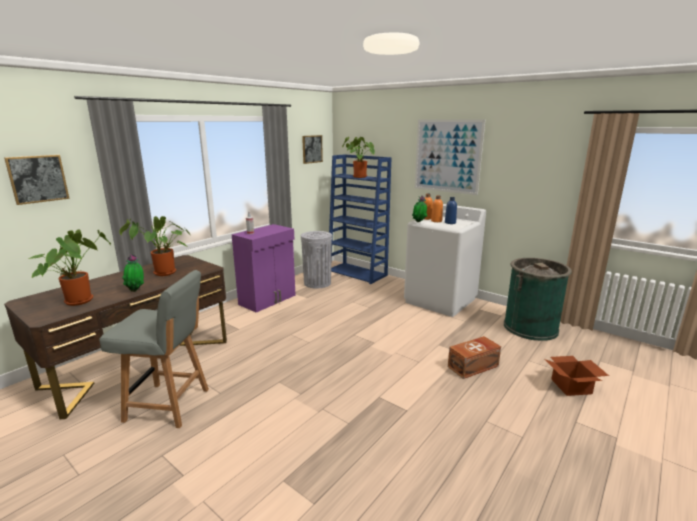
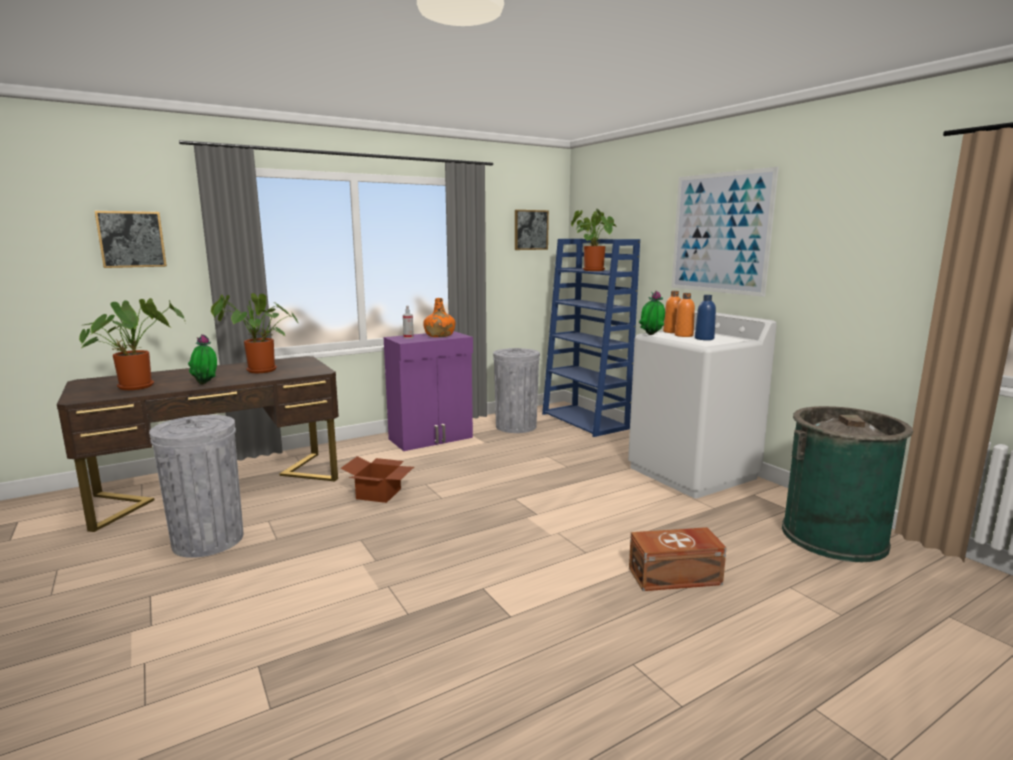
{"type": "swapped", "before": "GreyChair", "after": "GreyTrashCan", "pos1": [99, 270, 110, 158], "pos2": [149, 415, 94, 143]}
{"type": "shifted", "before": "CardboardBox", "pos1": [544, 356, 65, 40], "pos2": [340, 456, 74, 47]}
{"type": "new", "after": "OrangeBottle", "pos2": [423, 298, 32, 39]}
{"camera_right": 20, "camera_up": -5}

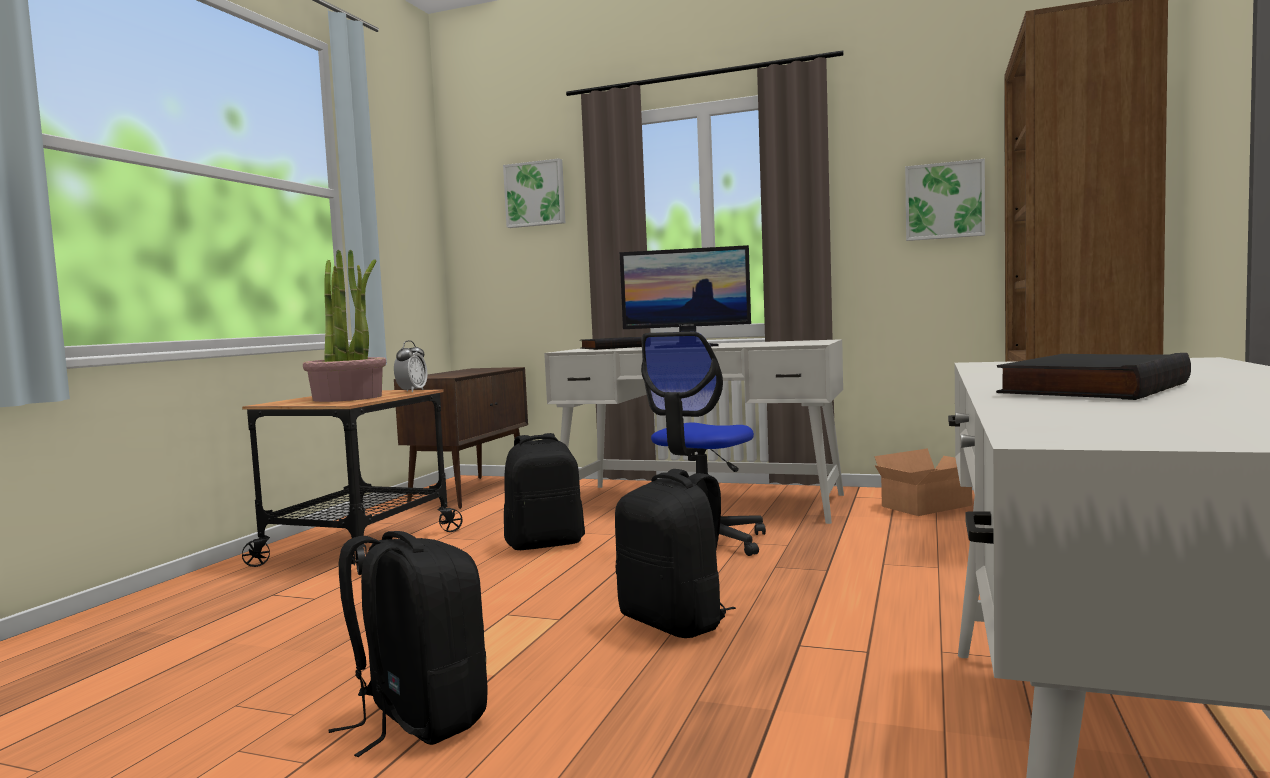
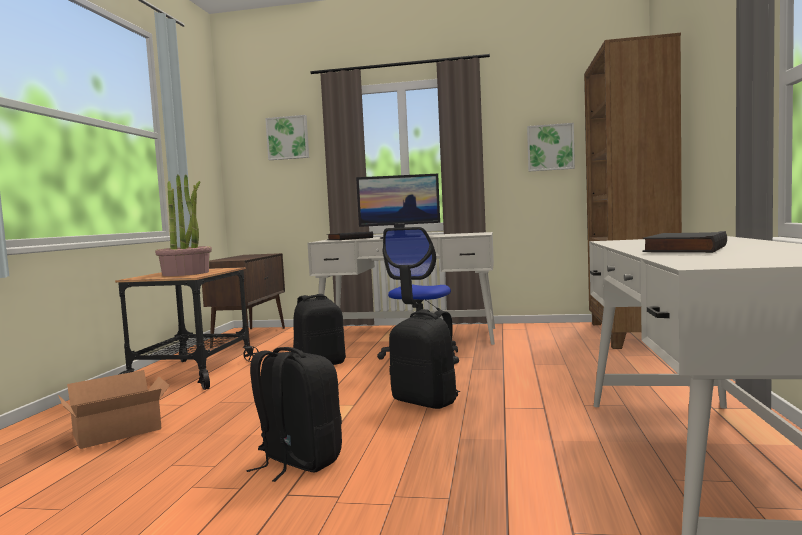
{"type": "gone", "before": "AlarmClock", "pos1": [394, 340, 34, 52]}
{"type": "shifted", "before": "CardboardBox", "pos1": [874, 448, 98, 68], "pos2": [58, 370, 112, 79]}
{"camera_right": -10, "camera_up": 0}

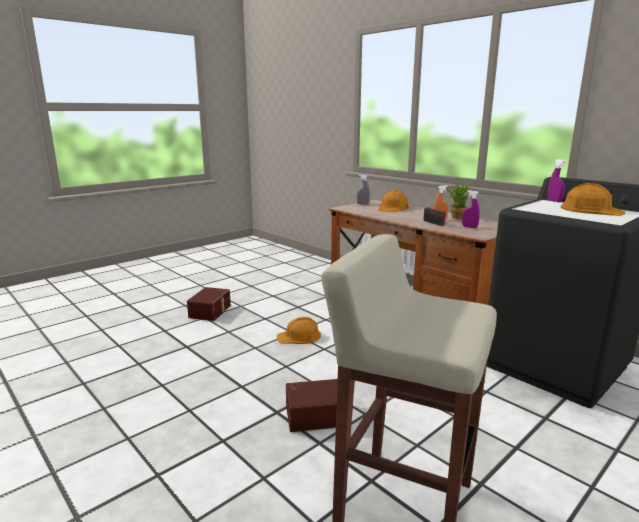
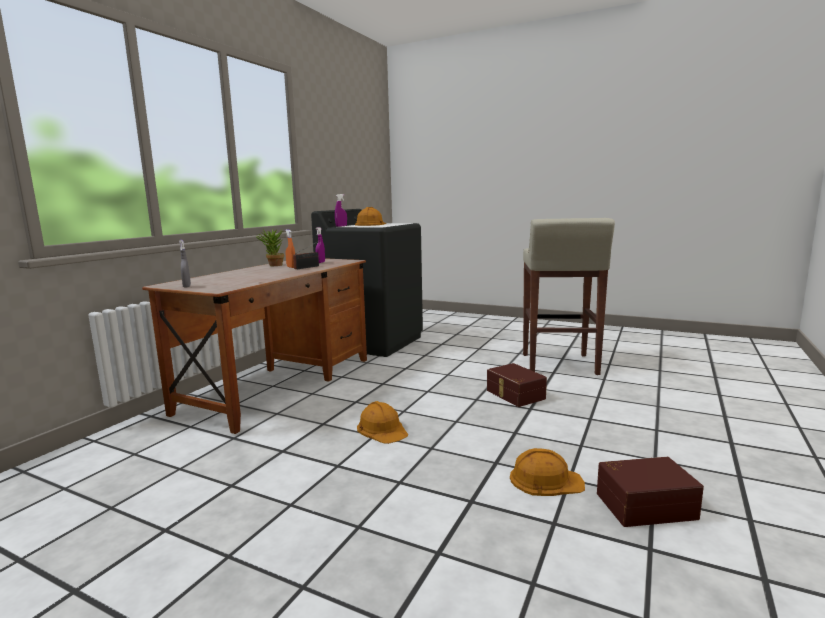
{"type": "shifted", "before": "OrangeHardHat", "pos1": [378, 190, 31, 22], "pos2": [510, 448, 75, 48]}
{"type": "shifted", "before": "BrownStorageBox", "pos1": [187, 287, 44, 34], "pos2": [597, 457, 107, 70]}
{"camera_right": -110, "camera_up": -5}

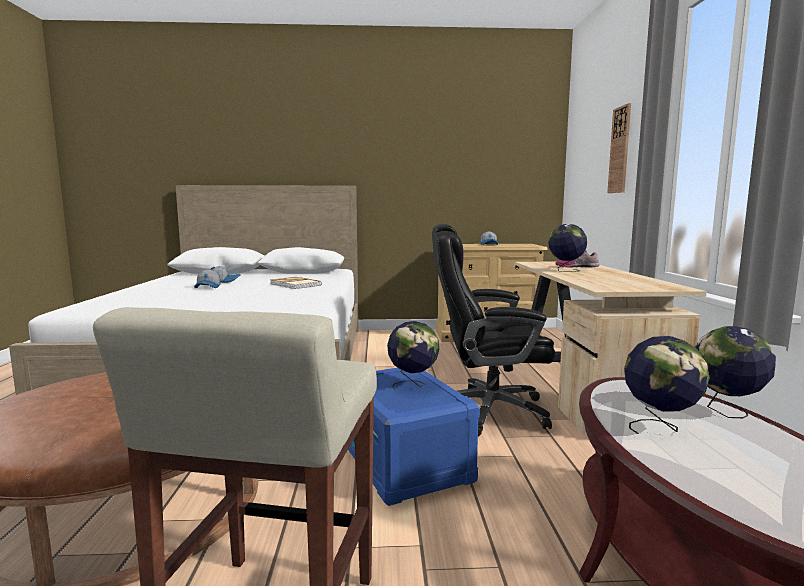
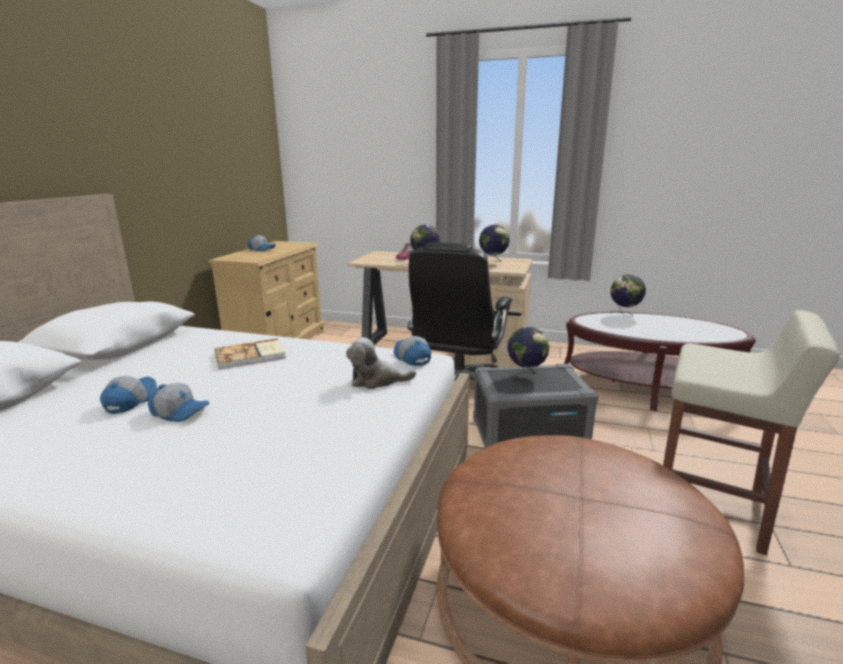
{"type": "gone", "before": "WallClock", "pos1": [607, 103, 24, 90]}
{"type": "shifted", "before": "Globe", "pos1": [624, 336, 86, 98], "pos2": [479, 225, 31, 41]}
{"type": "repainted", "before": "BlueStorageBox", "after": "GreyStorageBox", "pos1": [348, 368, 132, 138], "pos2": [473, 364, 125, 84]}
{"type": "new", "after": "Cap", "pos2": [394, 336, 37, 30]}
{"type": "new", "after": "PlushToy", "pos2": [346, 337, 70, 52]}
{"camera_right": -70, "camera_up": 10}

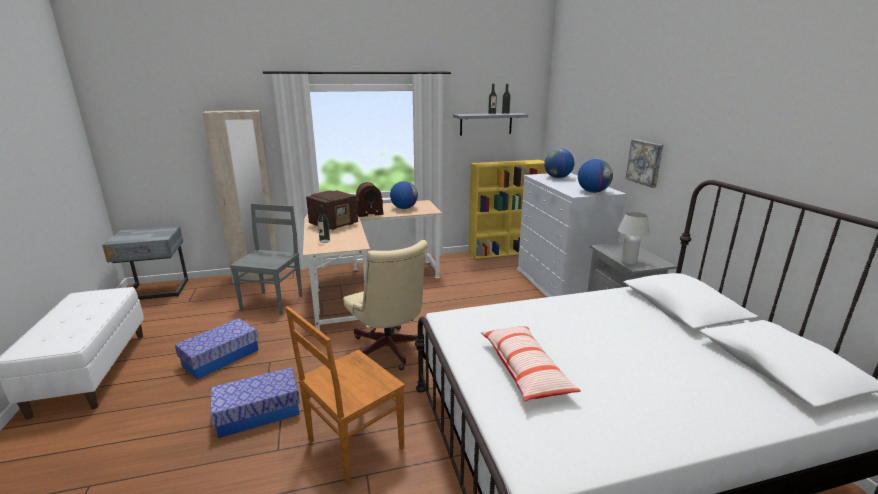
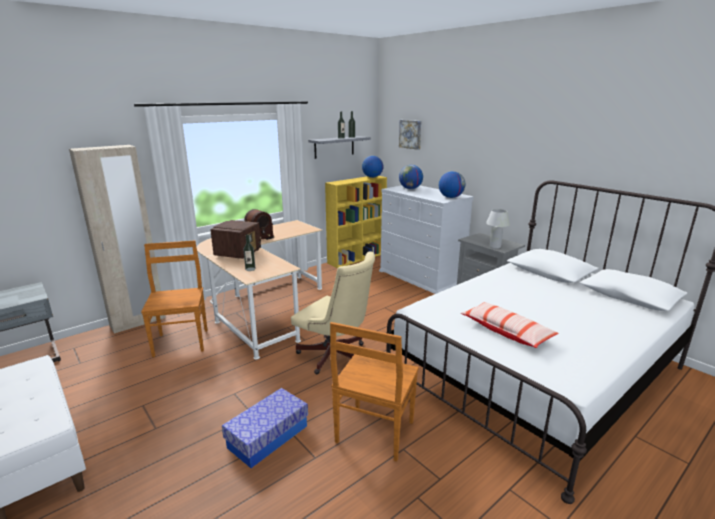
{"type": "shifted", "before": "Picture", "pos1": [626, 140, 37, 48], "pos2": [399, 120, 23, 30]}
{"type": "shifted", "before": "Globe", "pos1": [390, 181, 28, 28], "pos2": [362, 156, 22, 22]}
{"type": "repainted", "before": "GreyChair", "after": "BrownChair", "pos1": [230, 203, 72, 112], "pos2": [141, 240, 66, 117]}
{"type": "gone", "before": "StorageBox", "pos1": [175, 318, 84, 62]}
{"camera_right": -25, "camera_up": 0}

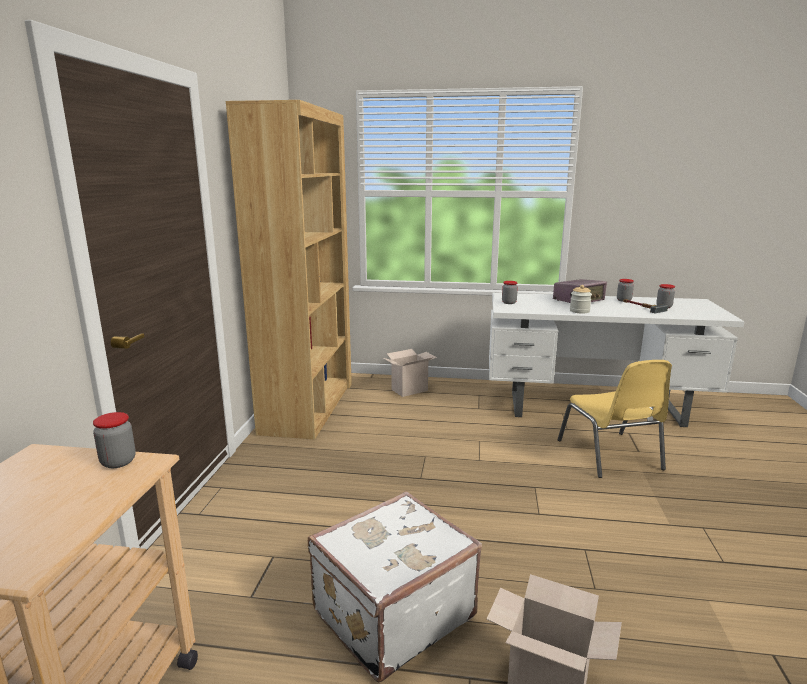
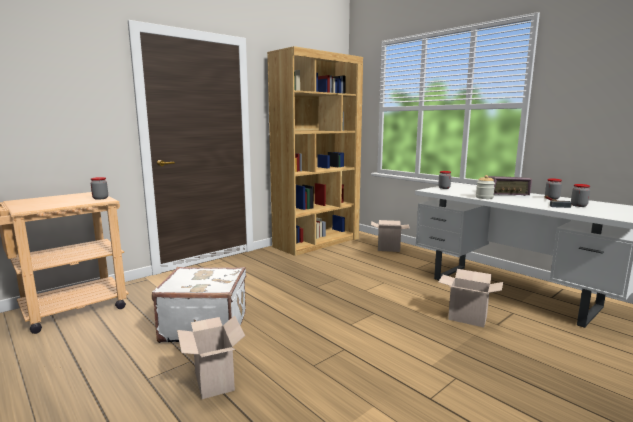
{"type": "swapped", "before": "YellowChair", "after": "CardboardBox", "pos1": [558, 360, 114, 118], "pos2": [439, 269, 64, 58]}
{"camera_right": 40, "camera_up": -5}

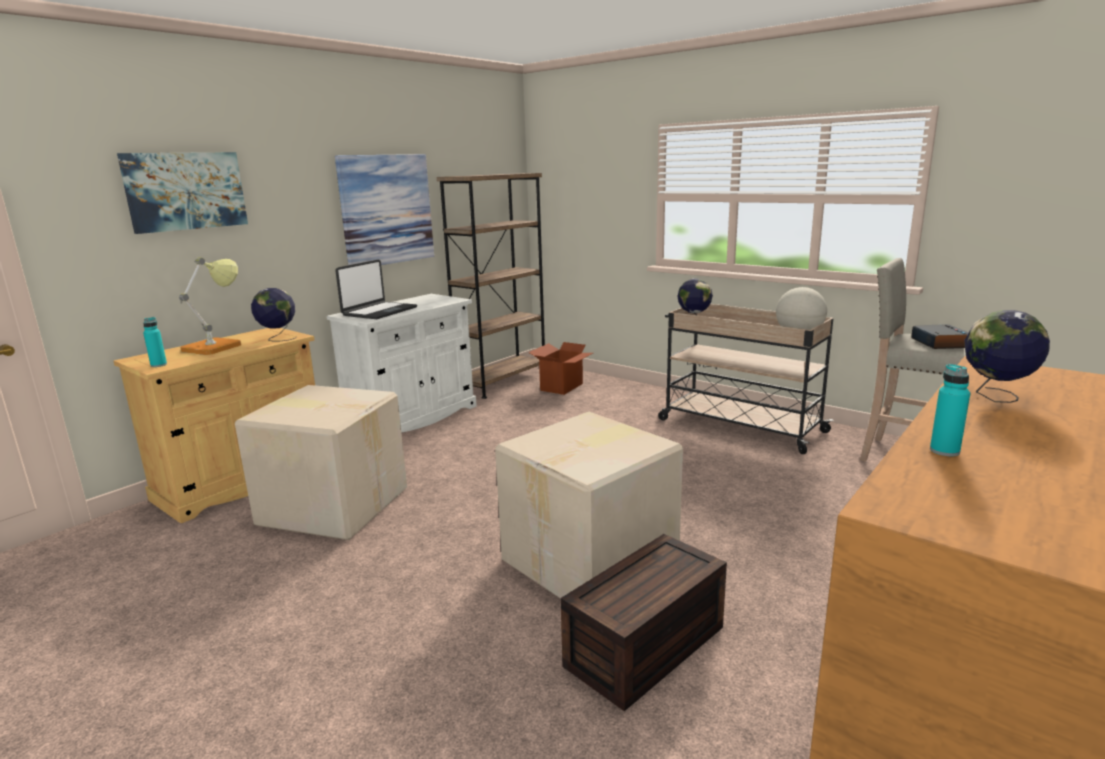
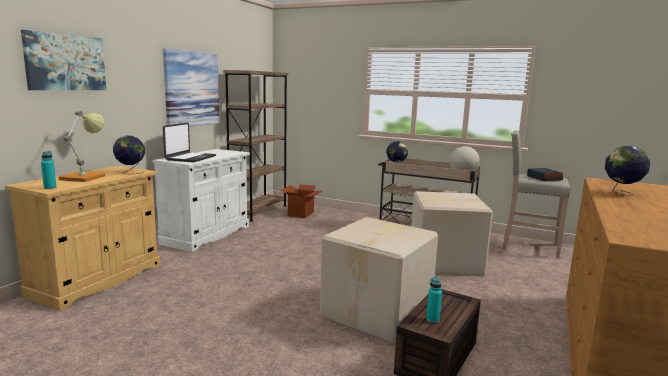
{"type": "shifted", "before": "TurquoiseBottle", "pos1": [930, 364, 40, 92], "pos2": [426, 277, 16, 46]}
{"type": "shifted", "before": "CardboardBox", "pos1": [235, 385, 172, 155], "pos2": [411, 191, 82, 85]}
{"camera_right": -15, "camera_up": -5}

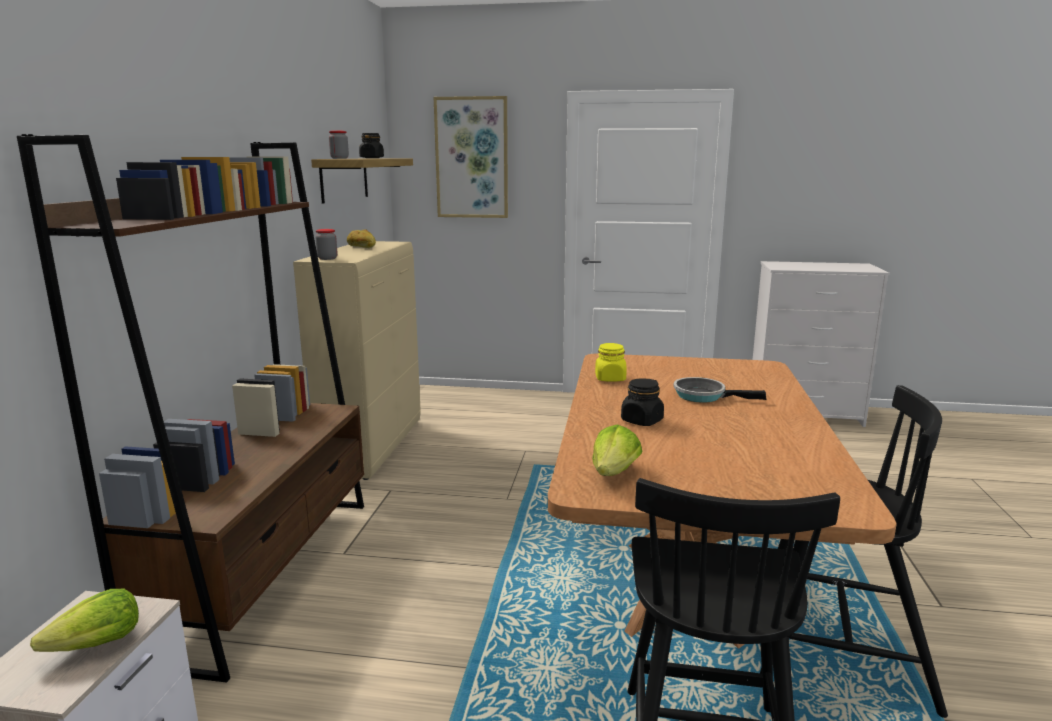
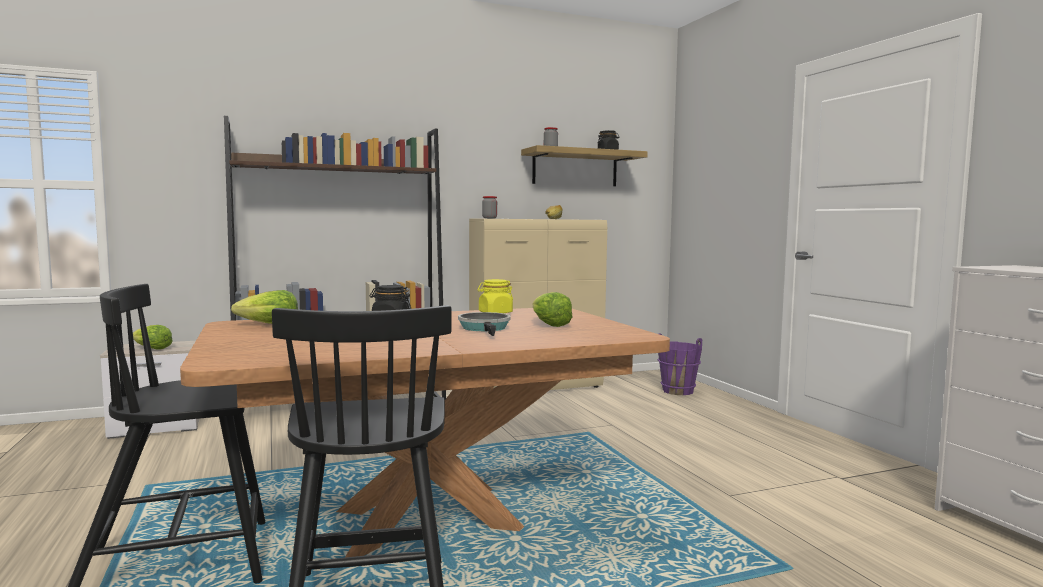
{"type": "gone", "before": "Picture", "pos1": [434, 96, 74, 122]}
{"type": "new", "after": "Lettuce", "pos2": [533, 292, 40, 35]}
{"type": "new", "after": "PurpleBucket", "pos2": [657, 333, 45, 62]}
{"camera_right": 60, "camera_up": -10}

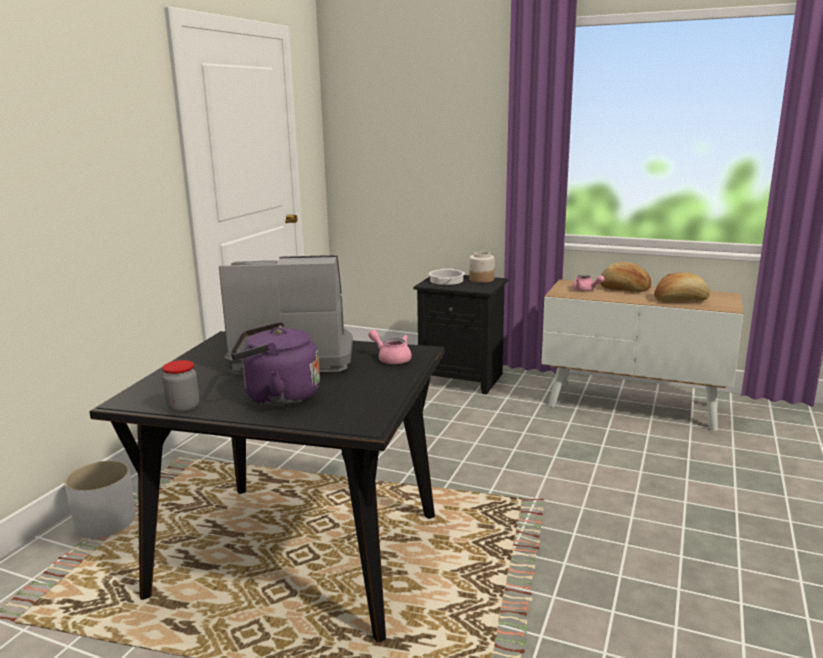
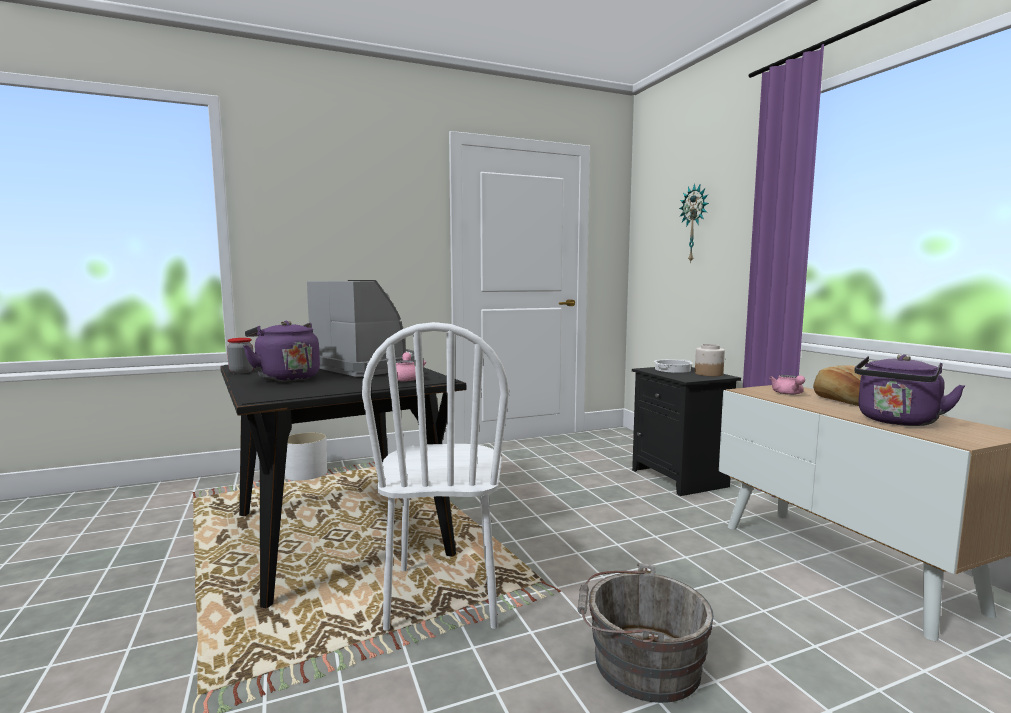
{"type": "swapped", "before": "Bread", "after": "PurpleKettle", "pos1": [654, 272, 56, 29], "pos2": [854, 355, 112, 71]}
{"type": "new", "after": "WallClock", "pos2": [679, 183, 30, 80]}
{"type": "new", "after": "WhiteChair", "pos2": [362, 322, 147, 309]}
{"type": "new", "after": "GreyBucket", "pos2": [577, 563, 137, 140]}
{"camera_right": 45, "camera_up": -10}

